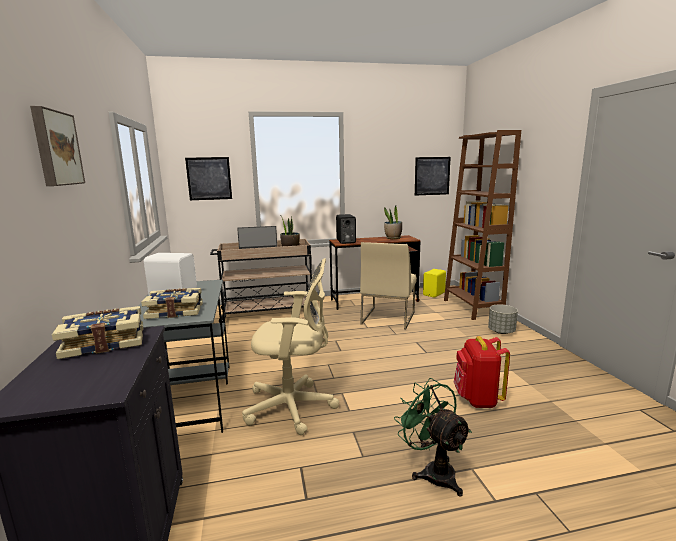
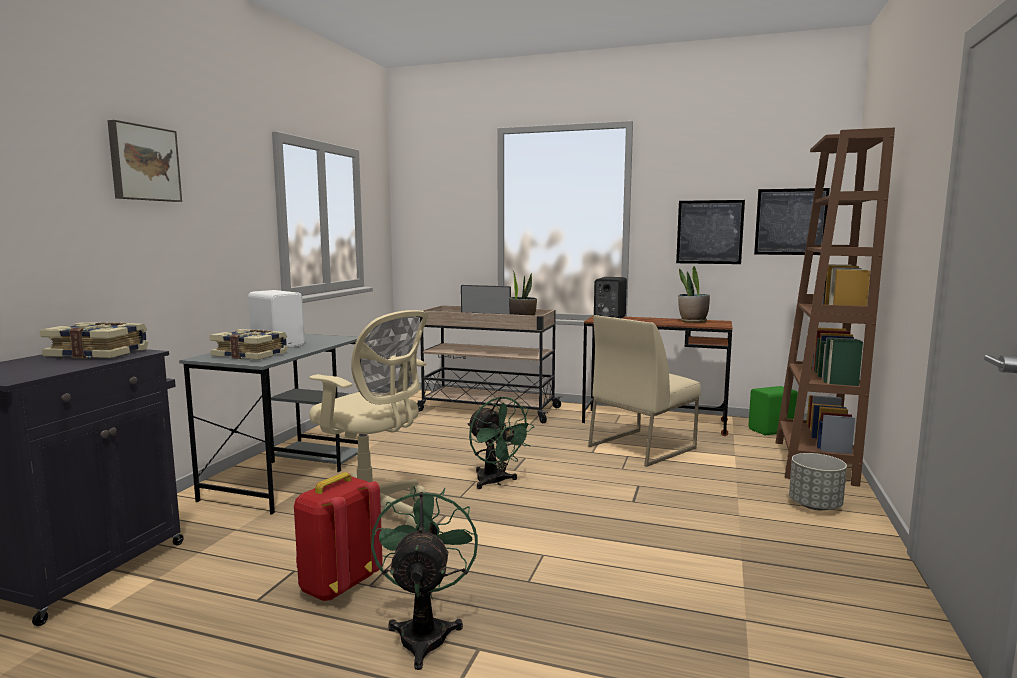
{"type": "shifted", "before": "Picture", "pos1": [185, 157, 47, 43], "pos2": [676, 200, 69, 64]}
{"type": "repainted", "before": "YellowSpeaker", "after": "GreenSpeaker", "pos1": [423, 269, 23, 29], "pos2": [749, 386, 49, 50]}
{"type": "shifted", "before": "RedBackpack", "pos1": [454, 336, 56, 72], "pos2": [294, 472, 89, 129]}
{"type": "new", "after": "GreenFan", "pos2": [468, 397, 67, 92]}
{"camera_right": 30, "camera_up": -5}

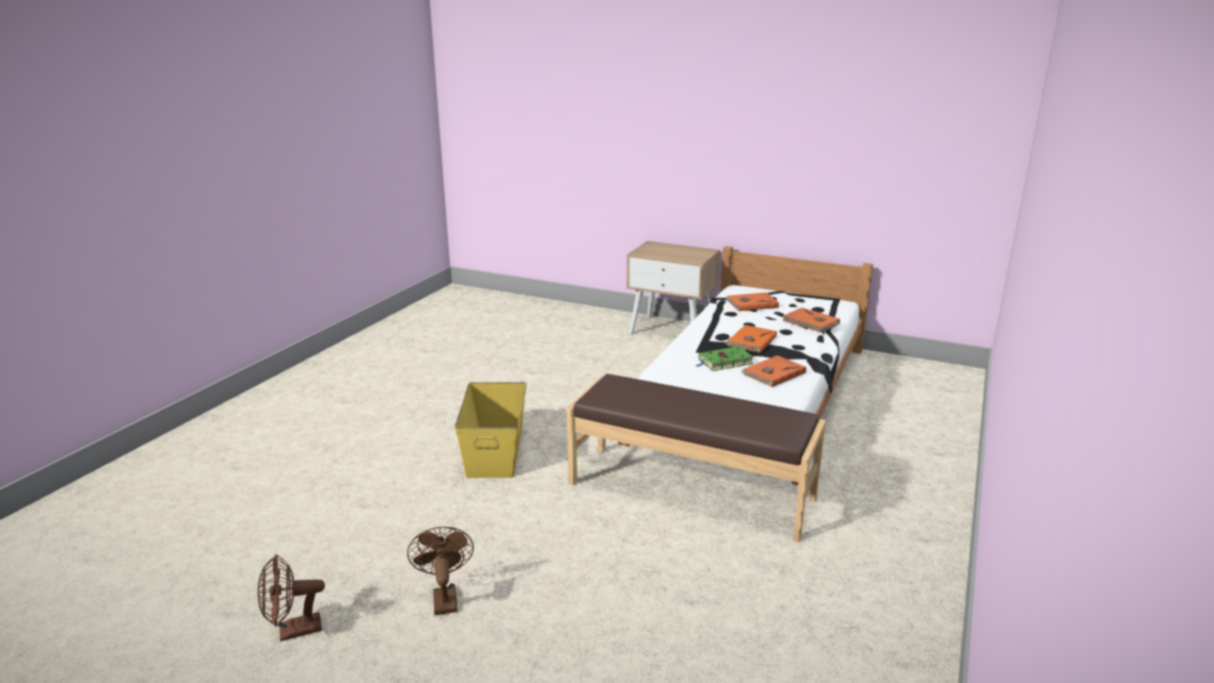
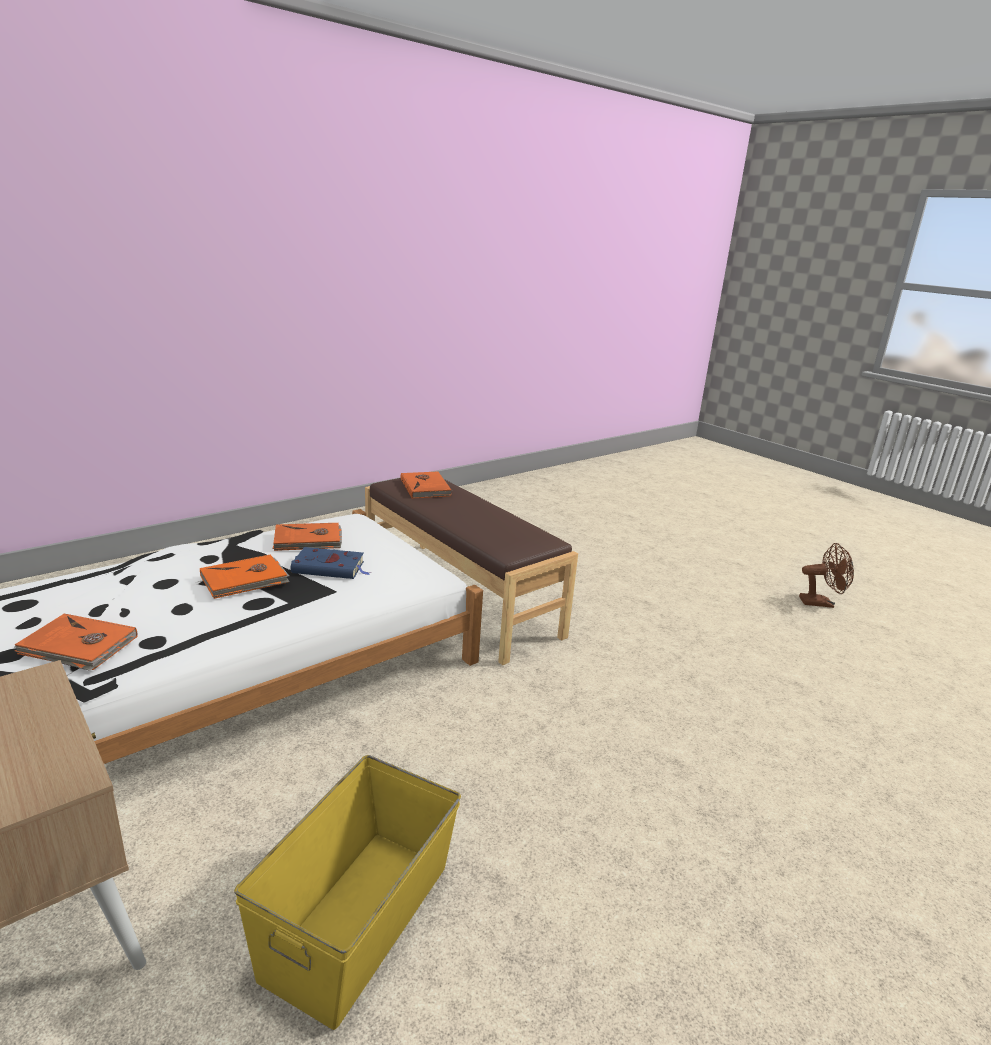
{"type": "shifted", "before": "OrangeBook", "pos1": [783, 307, 57, 26], "pos2": [401, 471, 51, 28]}
{"type": "repainted", "before": "GreenBook", "after": "BlueBook", "pos1": [695, 346, 58, 25], "pos2": [290, 547, 80, 32]}
{"type": "shifted", "before": "YellowStorageBox", "pos1": [454, 382, 73, 96], "pos2": [234, 755, 227, 275]}
{"type": "gone", "before": "BrownFan", "pos1": [407, 527, 67, 88]}
{"camera_right": -155, "camera_up": 0}

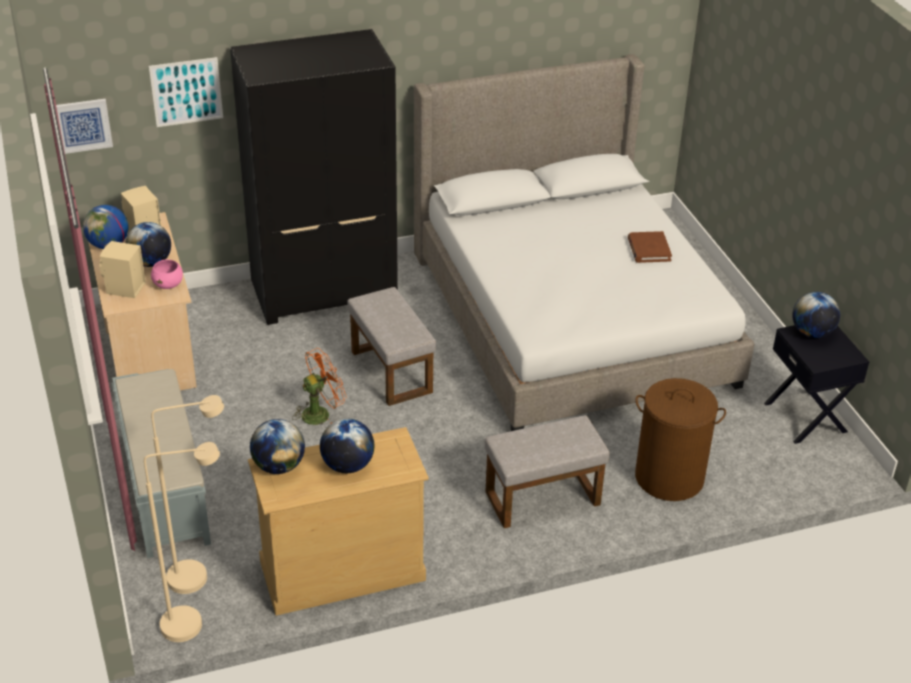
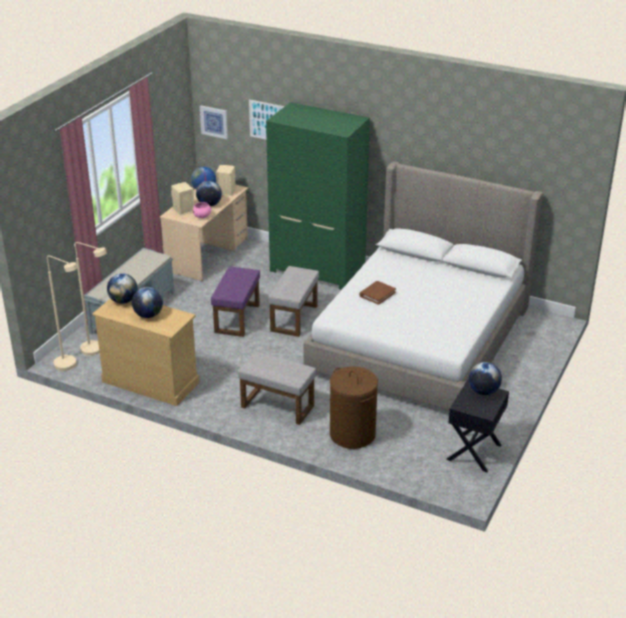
{"type": "repainted", "before": "BlackWardrobe", "after": "GreenWardrobe", "pos1": [230, 29, 168, 296], "pos2": [266, 102, 104, 188]}
{"type": "shifted", "before": "BrownBook", "pos1": [628, 231, 44, 32], "pos2": [359, 281, 37, 24]}
{"type": "swapped", "before": "OrangeFan", "after": "PurpleOttoman", "pos1": [292, 348, 55, 77], "pos2": [211, 267, 49, 70]}
{"camera_right": 45, "camera_up": -5}

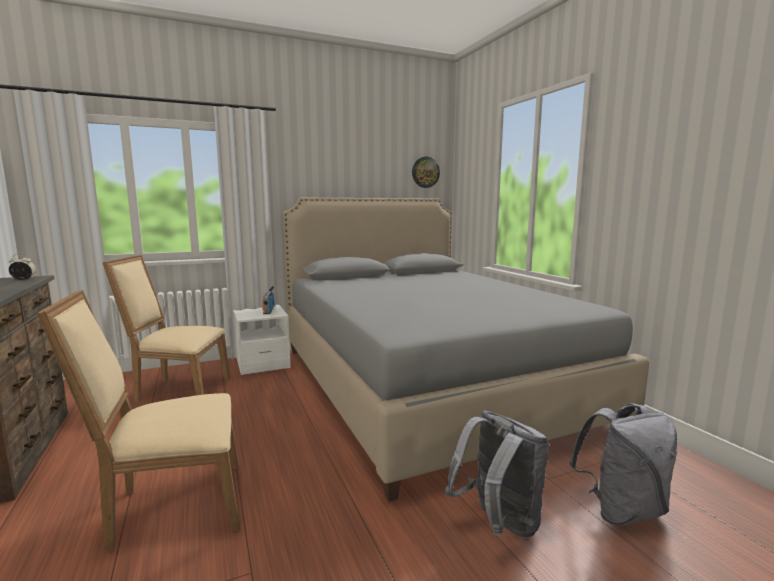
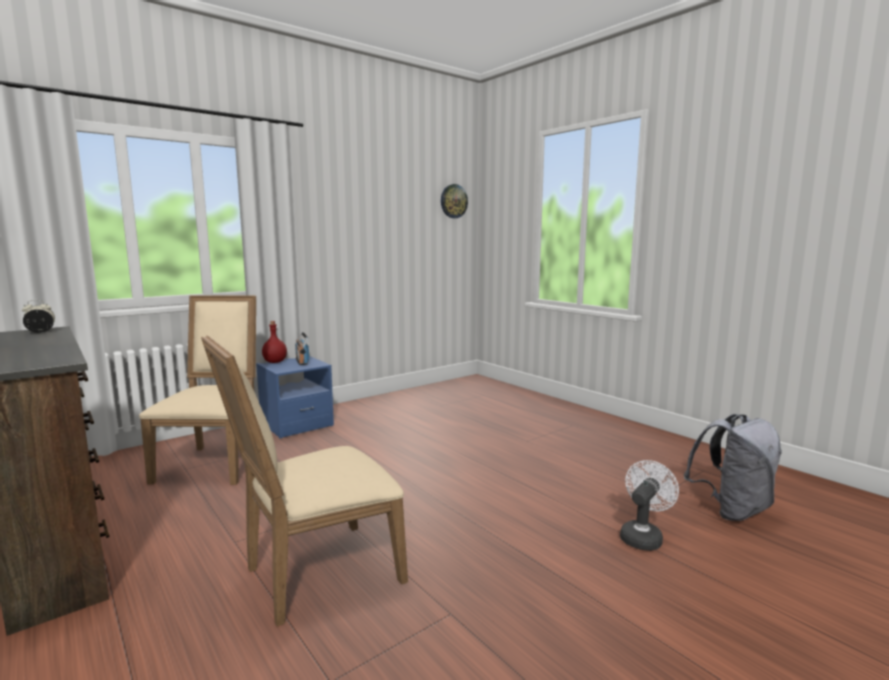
{"type": "gone", "before": "GreyBed", "pos1": [282, 197, 367, 304]}
{"type": "rotated", "before": "BeigeChair", "pos1": [102, 255, 128, 148], "pos2": [139, 295, 117, 190], "turn": 105}
{"type": "repainted", "before": "WhiteNightstand", "after": "BlueNightstand", "pos1": [233, 305, 58, 70], "pos2": [256, 356, 78, 82]}
{"type": "swapped", "before": "GreyBackpack", "after": "WhiteFan", "pos1": [445, 410, 104, 128], "pos2": [620, 460, 59, 91]}
{"type": "new", "after": "RedBottle", "pos2": [262, 321, 25, 42]}
{"camera_right": -15, "camera_up": 0}

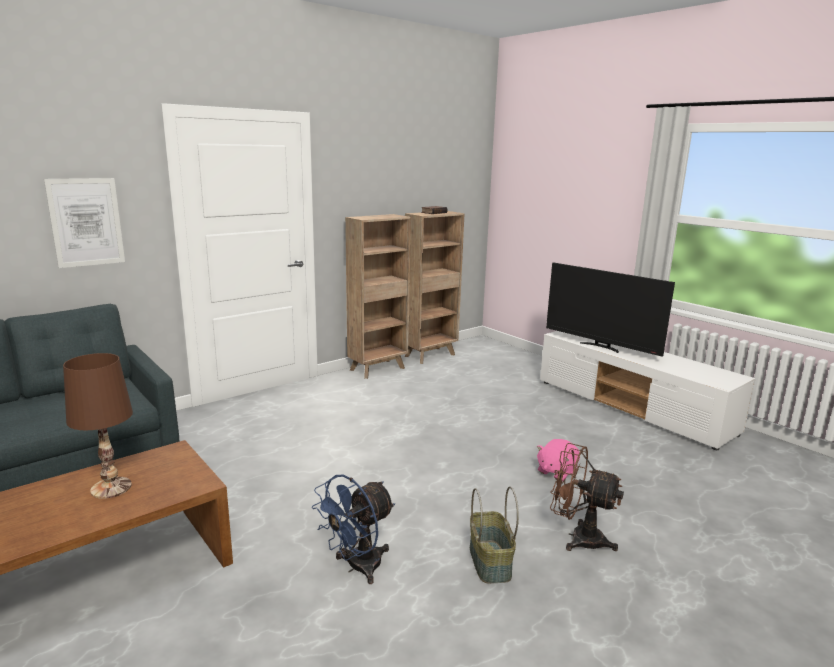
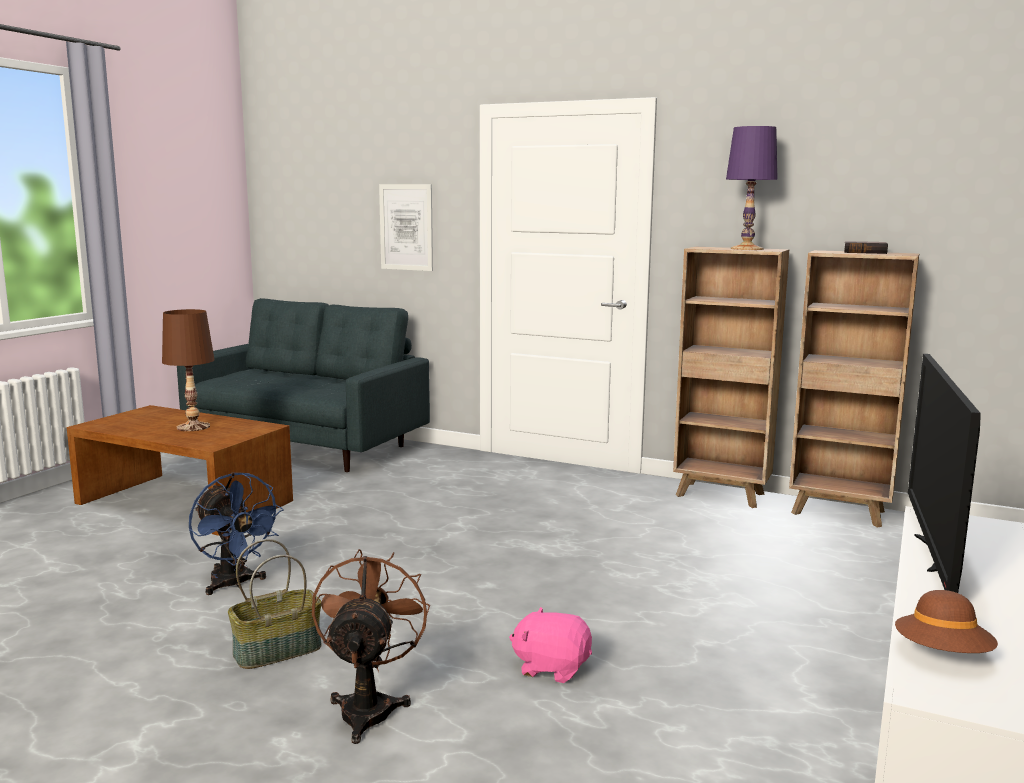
{"type": "rotated", "before": "BlueFan", "pos1": [312, 474, 83, 110], "pos2": [189, 472, 95, 123], "turn": -150}
{"type": "new", "after": "PurpleTableLamp", "pos2": [726, 126, 52, 124]}
{"type": "new", "after": "BrownHat", "pos2": [895, 590, 103, 63]}
{"camera_right": 65, "camera_up": -5}

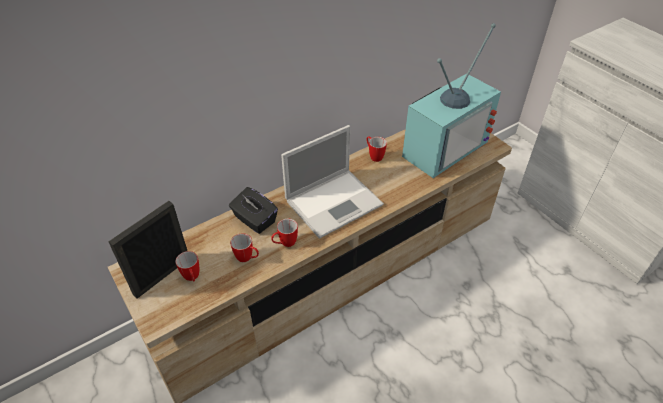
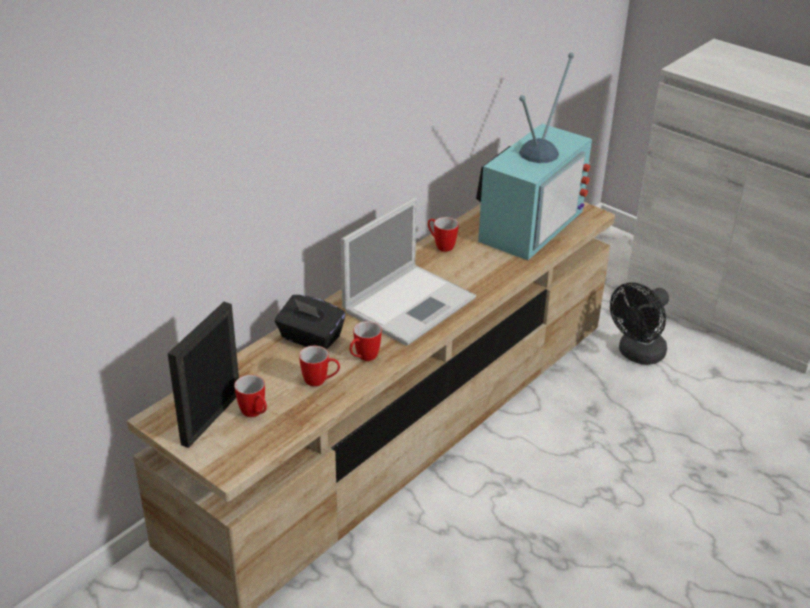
{"type": "new", "after": "BlackFan", "pos2": [610, 282, 59, 83]}
{"camera_right": -15, "camera_up": -10}

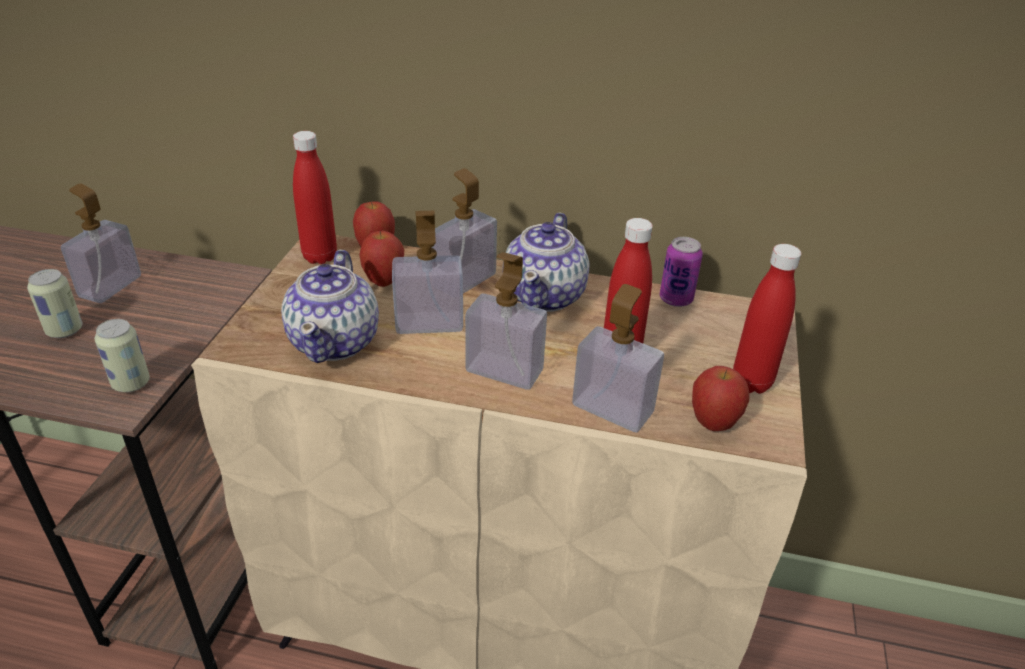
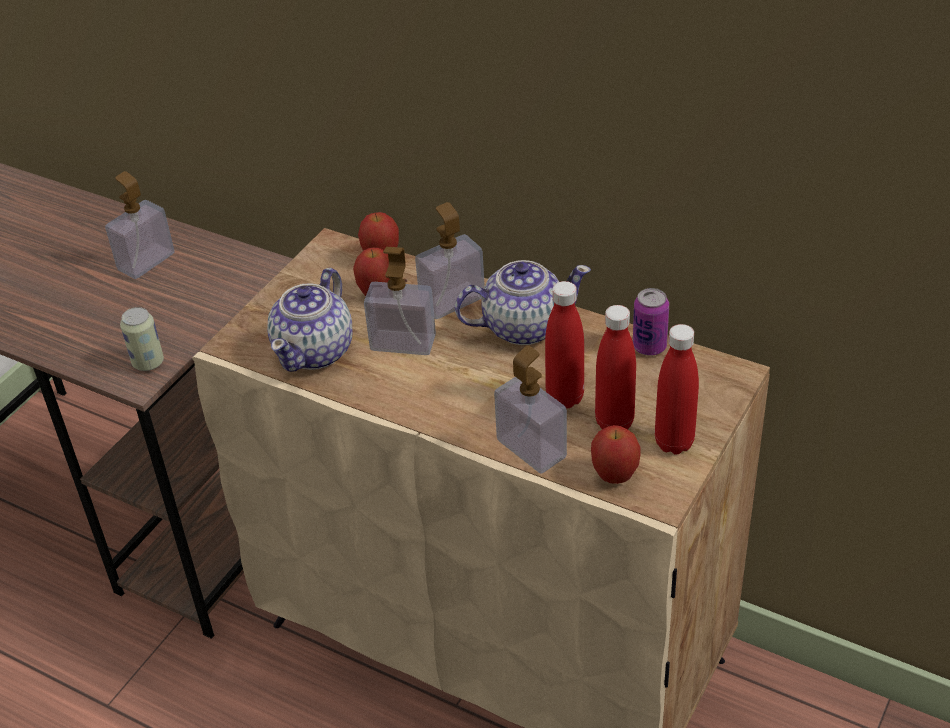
{"type": "shifted", "before": "RedBottle", "pos1": [293, 131, 44, 133], "pos2": [595, 305, 41, 124]}
{"type": "rotated", "before": "Teapot", "pos1": [503, 212, 86, 100], "pos2": [455, 260, 136, 85], "turn": -135}
{"type": "gone", "before": "SoapDispenser", "pos1": [465, 252, 82, 138]}
{"type": "gone", "before": "Can", "pos1": [27, 269, 56, 69]}
{"camera_right": 20, "camera_up": 5}

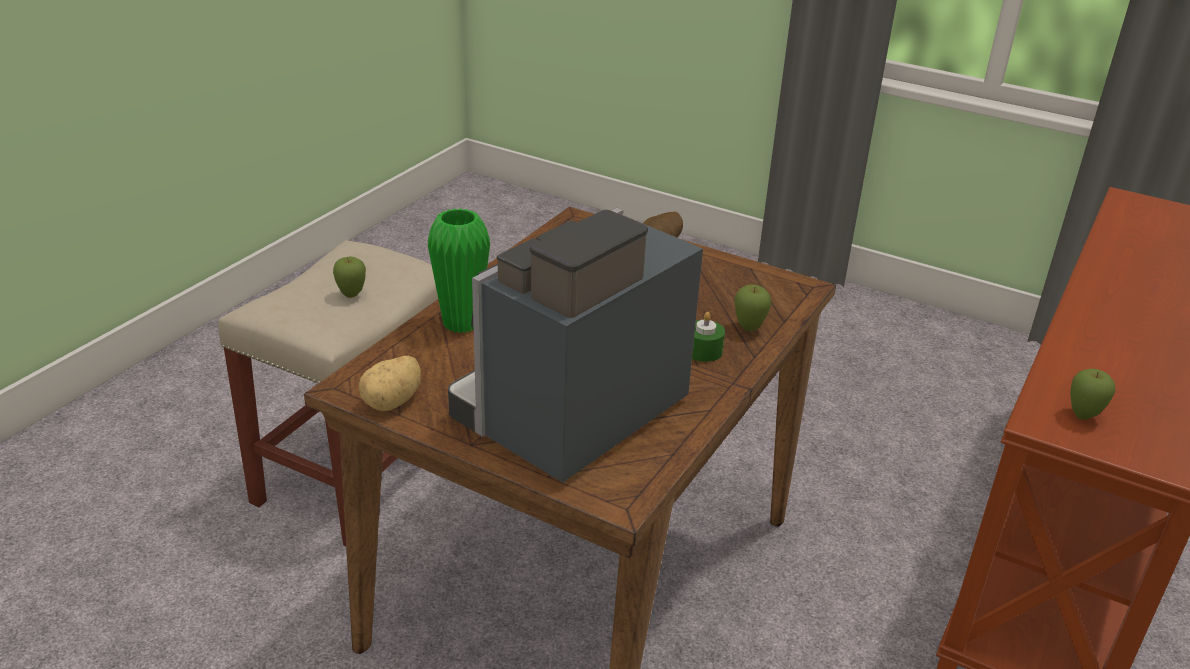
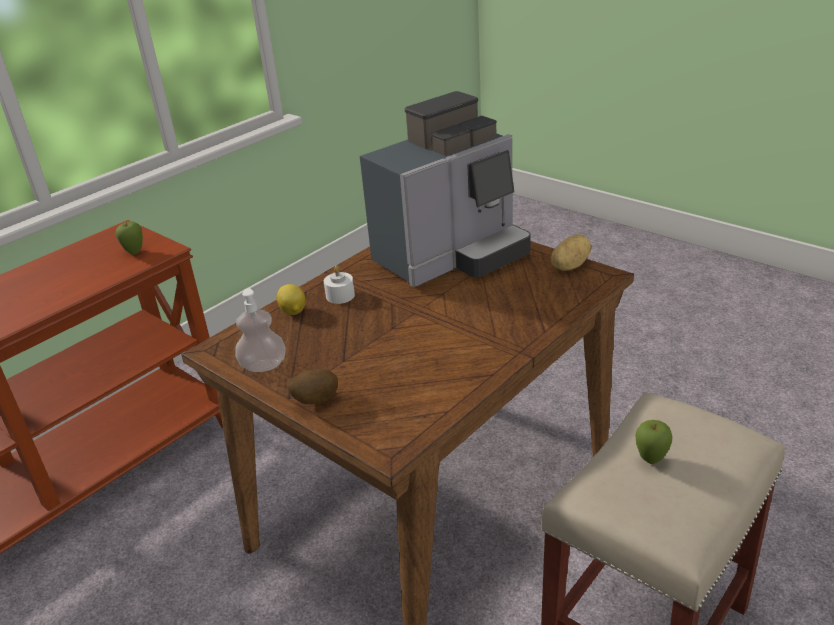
{"type": "gone", "before": "GreenVase", "pos1": [428, 208, 62, 125]}
{"type": "swapped", "before": "Apple", "after": "Lemon", "pos1": [735, 284, 36, 48], "pos2": [276, 284, 30, 31]}
{"type": "repainted", "before": "GreenCandle", "after": "WhiteCandle", "pos1": [692, 312, 33, 50], "pos2": [324, 266, 31, 38]}
{"type": "new", "after": "SoapDispenser", "pos2": [235, 288, 51, 84]}
{"camera_right": -165, "camera_up": 0}

